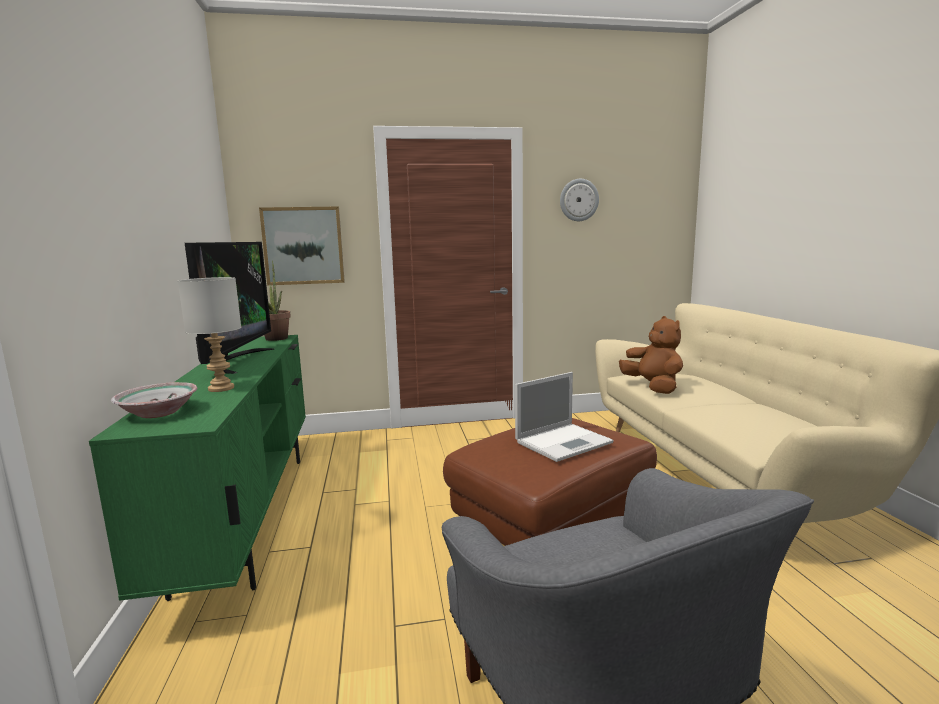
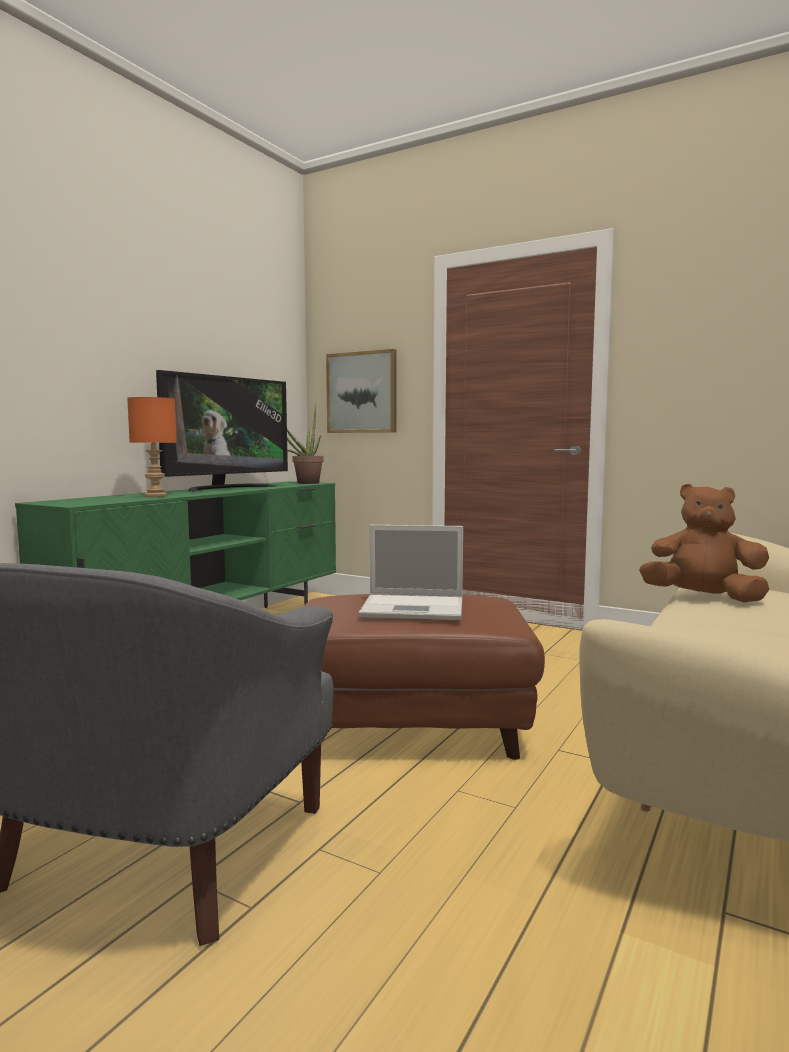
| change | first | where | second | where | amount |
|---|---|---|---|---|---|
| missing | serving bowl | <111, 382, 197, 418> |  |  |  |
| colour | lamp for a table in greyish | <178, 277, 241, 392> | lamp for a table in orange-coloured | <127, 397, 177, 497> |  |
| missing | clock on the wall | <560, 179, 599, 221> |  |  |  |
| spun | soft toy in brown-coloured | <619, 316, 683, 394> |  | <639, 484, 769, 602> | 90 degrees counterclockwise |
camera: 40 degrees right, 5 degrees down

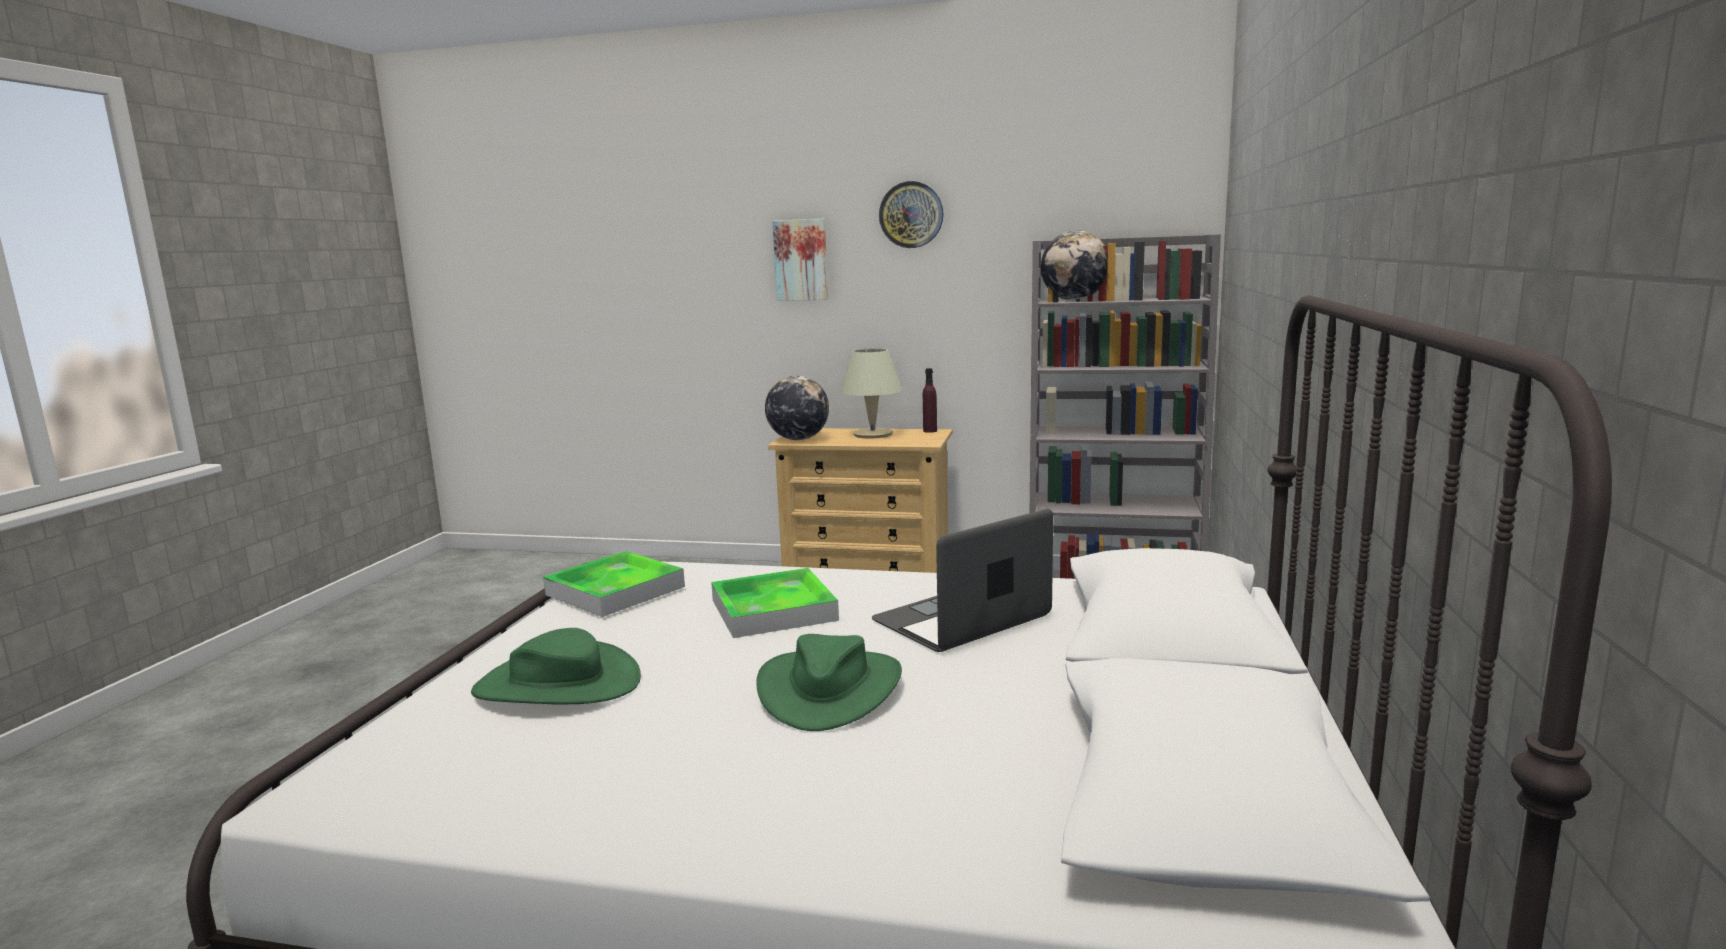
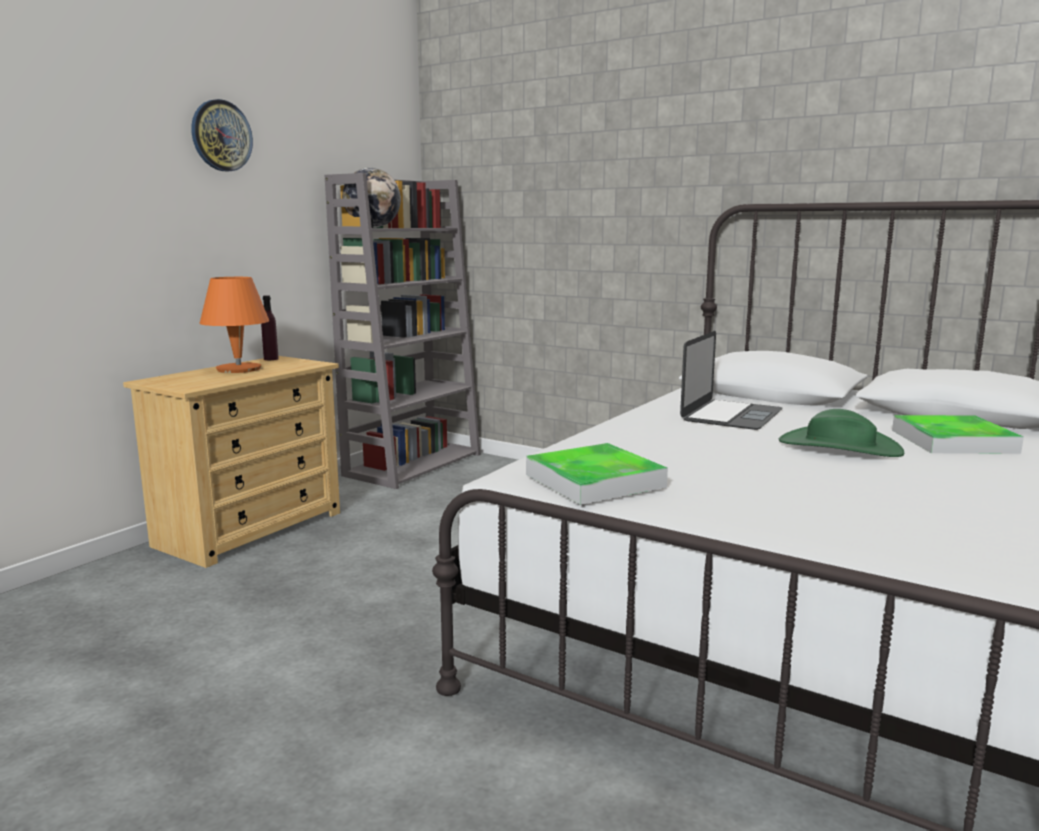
| change | first | where | second | where | amount |
|---|---|---|---|---|---|
| missing | hat in green | <471, 628, 641, 704> |  |  |  |
| relocated | carrying tray | <711, 568, 839, 638> |  | <892, 415, 1024, 454> |  |
| missing | world globe | <765, 376, 829, 440> |  |  |  |
| missing | wall art | <772, 219, 828, 301> |  |  |  |
| colour | lamp for a table in sand-coloured | <841, 348, 902, 438> | lamp for a table in orange-coloured | <200, 277, 269, 373> |  |
| spun | portable computer | <872, 509, 1053, 652> |  | <680, 331, 782, 430> | 135 degrees counterclockwise |
camera: 70 degrees left, 0 degrees up

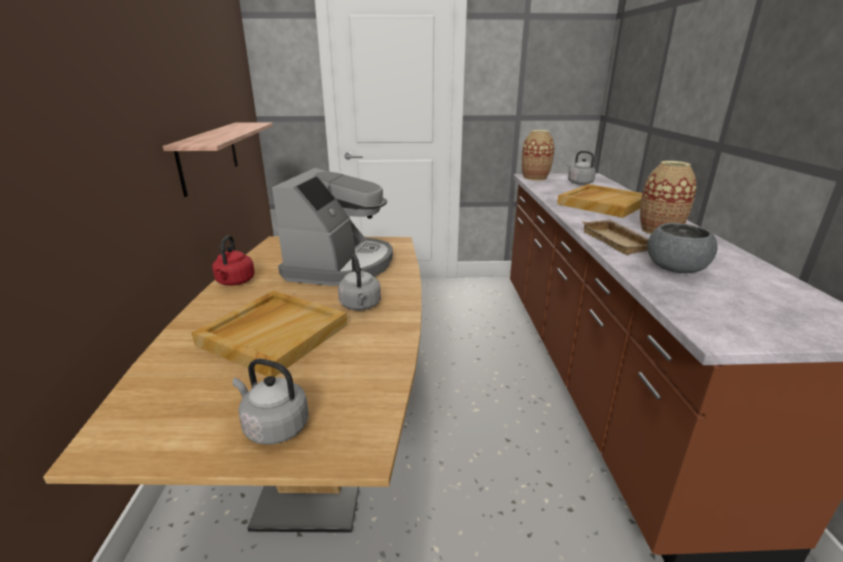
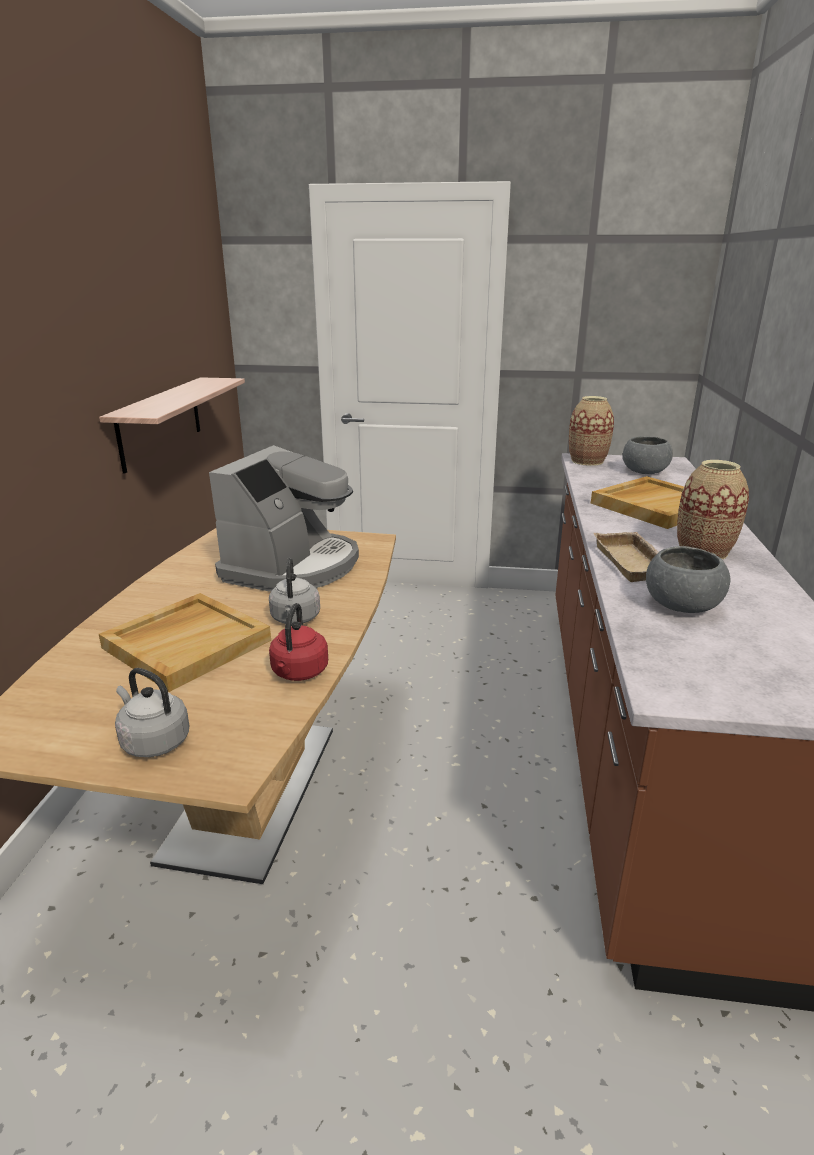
| change | first | where | second | where | amount |
|---|---|---|---|---|---|
| relocated | kettle in red | <212, 235, 255, 286> |  | <269, 603, 328, 681> |  |
| exchanged | kettle in greyish | <566, 151, 596, 185> | serving bowl in greyish | <623, 436, 673, 474> |  |
camera: 10 degrees right, 0 degrees up

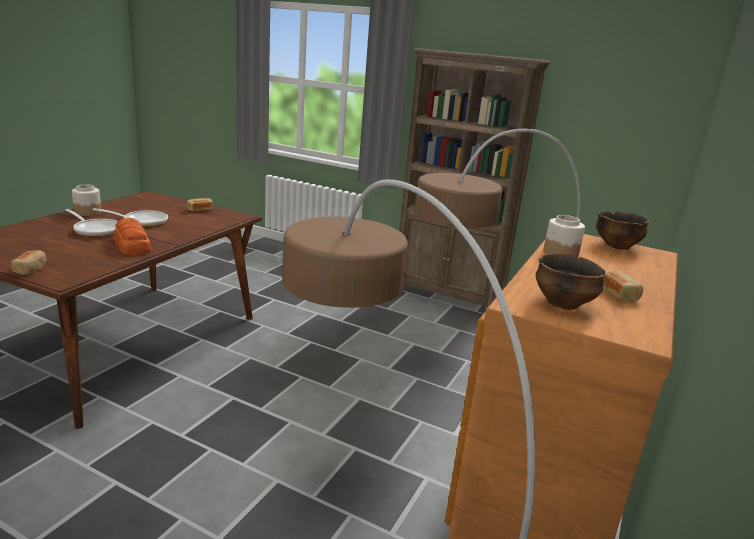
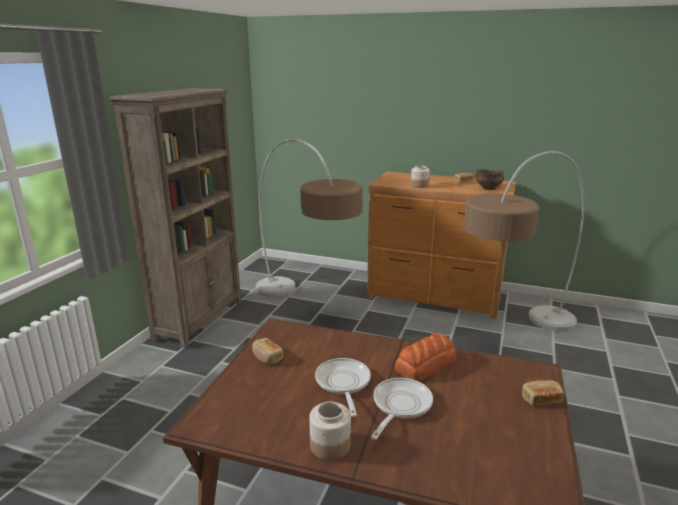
| change | first | where | second | where | amount |
|---|---|---|---|---|---|
| missing | serving bowl | <596, 211, 649, 250> |  |  |  |
camera: 95 degrees left, 0 degrees up

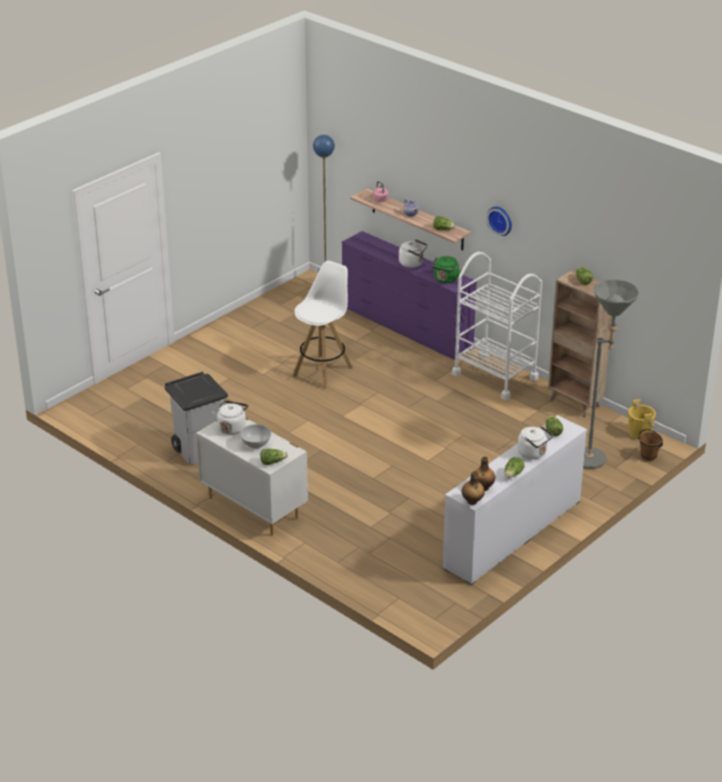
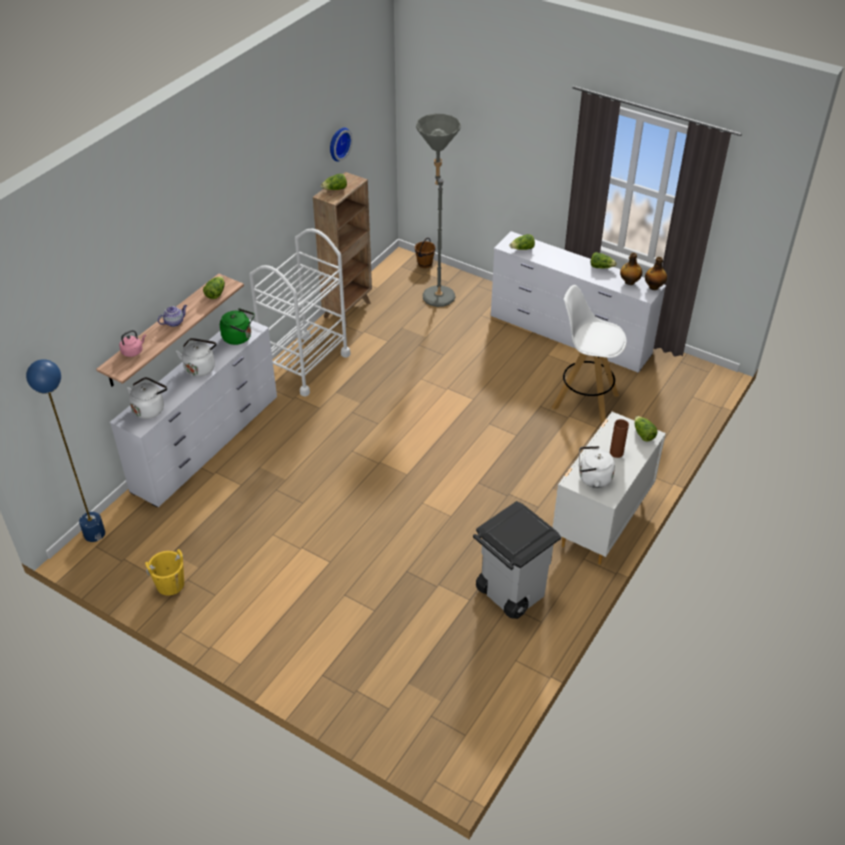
| change | first | where | second | where | amount |
|---|---|---|---|---|---|
| exchanged | serving bowl in white | <240, 424, 271, 449> | vase in brown-coloured | <610, 419, 629, 458> |  |
| relocated | stool in white | <292, 261, 353, 389> |  | <552, 285, 627, 423> |  |
| colour | dresser in purple | <342, 231, 477, 360> | dresser in white | <110, 319, 277, 507> |  |
| relocated | clock on the wall | <486, 207, 512, 236> |  | <330, 128, 353, 162> |  |
| relocated | kettle in white | <517, 426, 553, 459> |  | <127, 377, 167, 419> |  |
| relocated | bucket in yellow-coloured | <628, 399, 656, 439> |  | <145, 549, 184, 596> |  |
camera: 100 degrees left, 10 degrees up

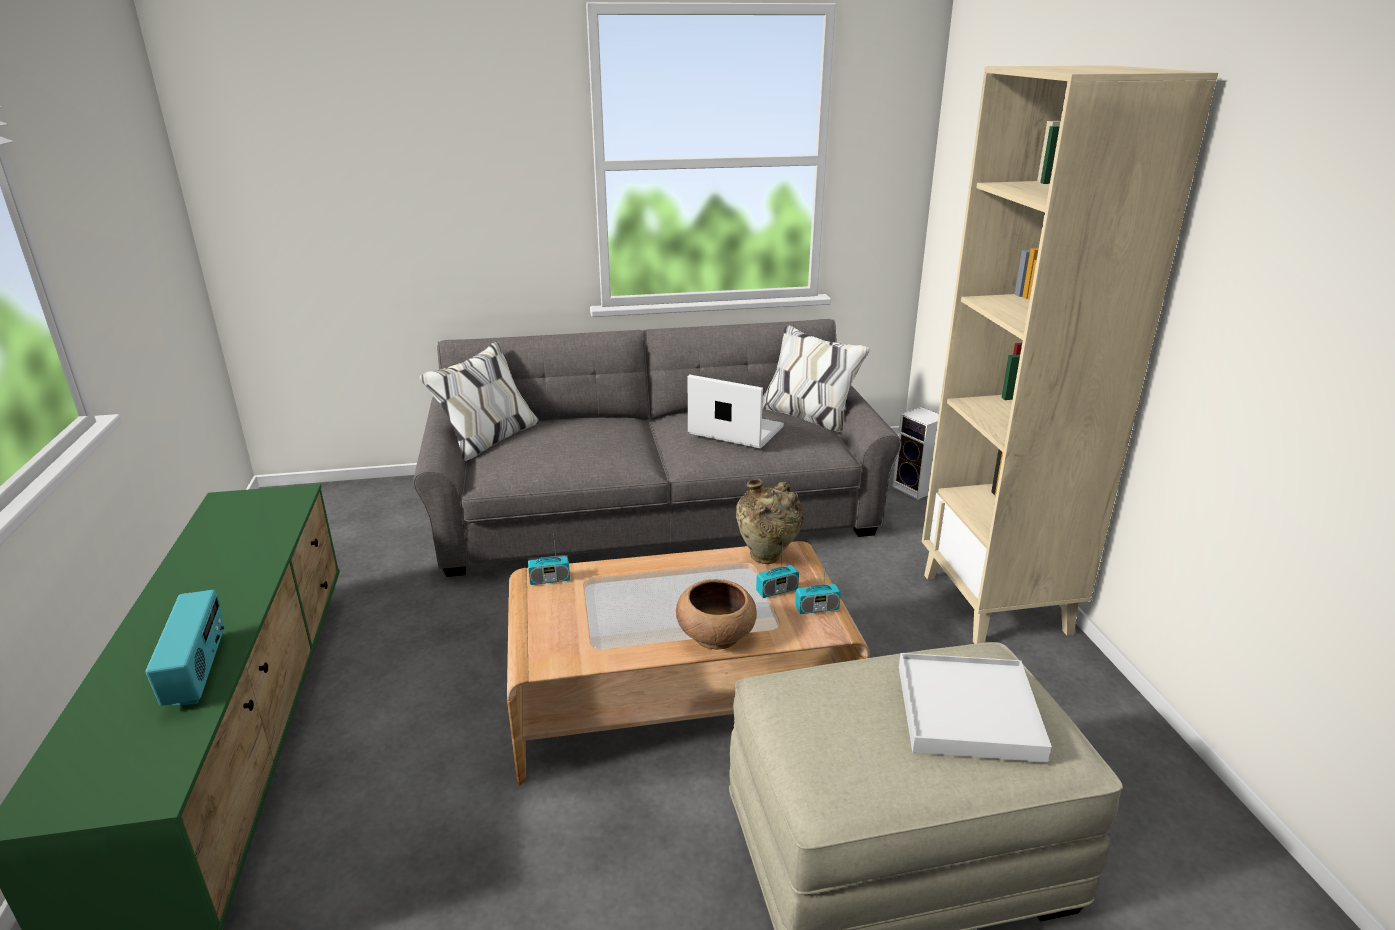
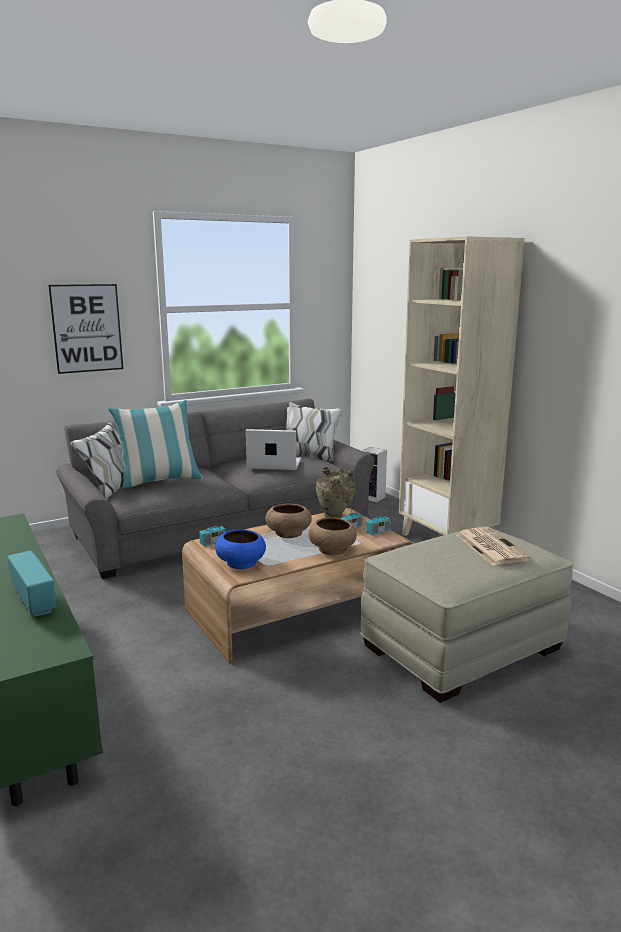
| change | first | where | second | where | amount |
|---|---|---|---|---|---|
| exchanged | carrying tray in white | <899, 653, 1052, 762> | daily paper | <457, 527, 531, 565> |  |
| appeared |  |  | wall art | <48, 284, 123, 374> |  |
| appeared |  |  | pillow | <108, 400, 203, 488> |  |
| appeared |  |  | serving bowl in bluish | <215, 529, 266, 569> |  |
| appeared |  |  | serving bowl in brown-coloured | <265, 504, 312, 538> |  |
camera: 20 degrees left, 10 degrees down

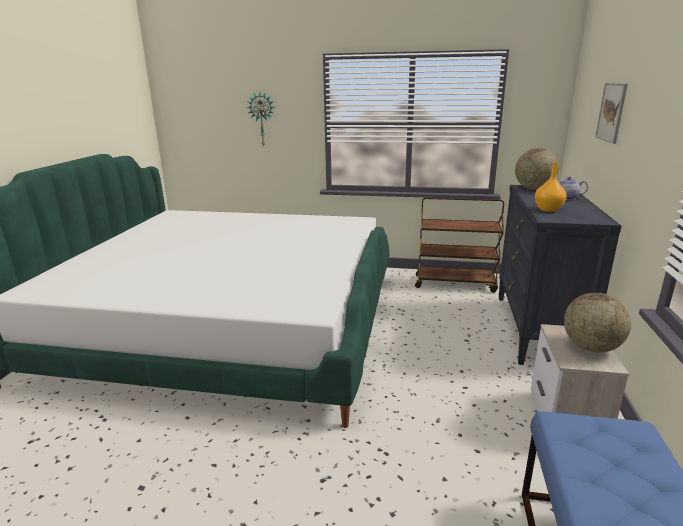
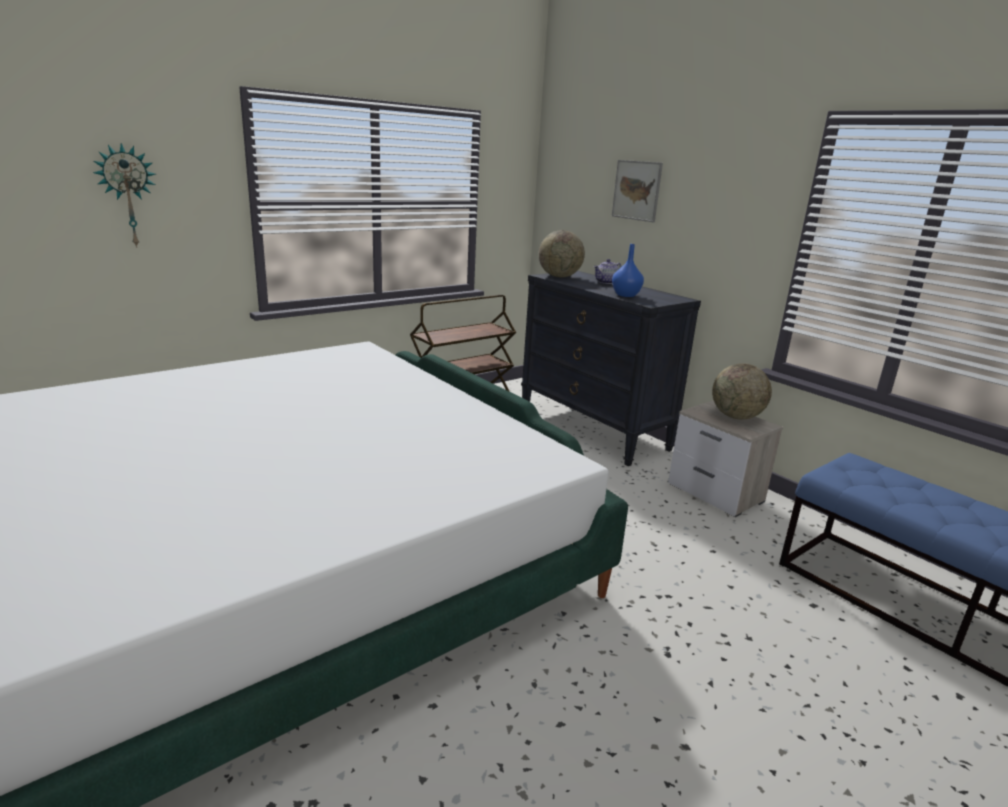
| change | first | where | second | where | amount |
|---|---|---|---|---|---|
| colour | vase in orange-coloured | <535, 162, 567, 212> | vase in bluish | <612, 244, 644, 297> |  |
camera: 50 degrees left, 0 degrees up

